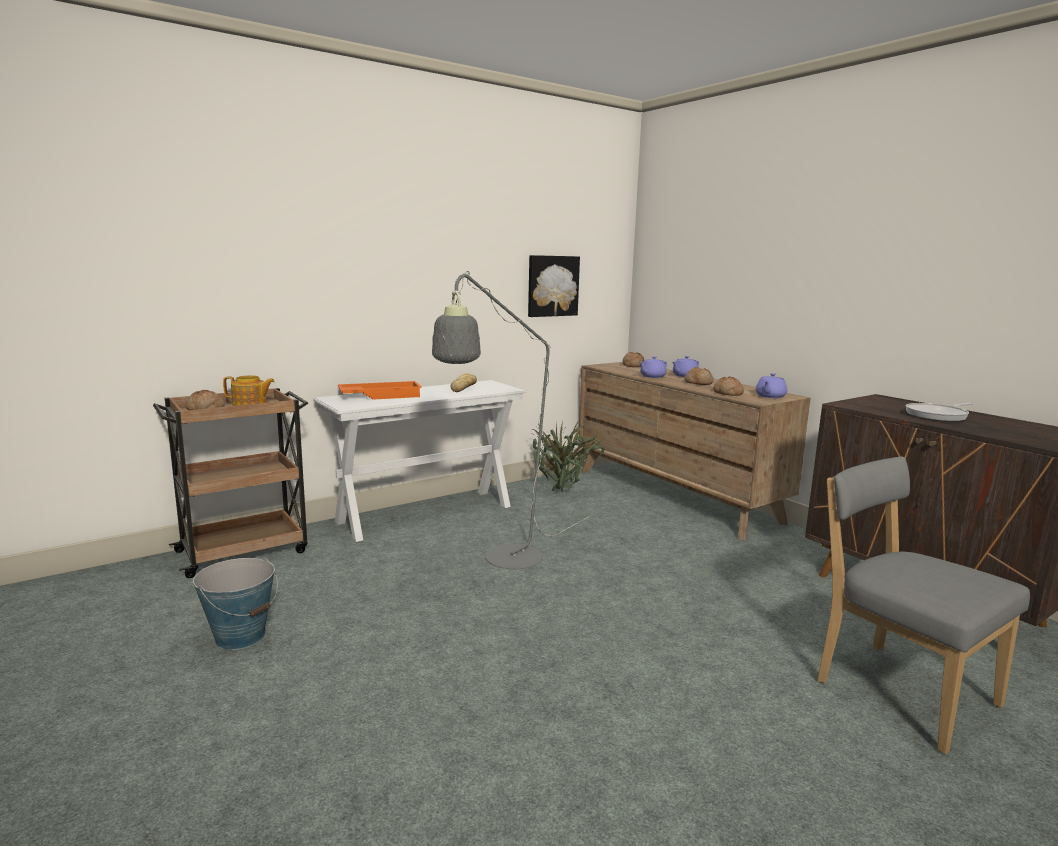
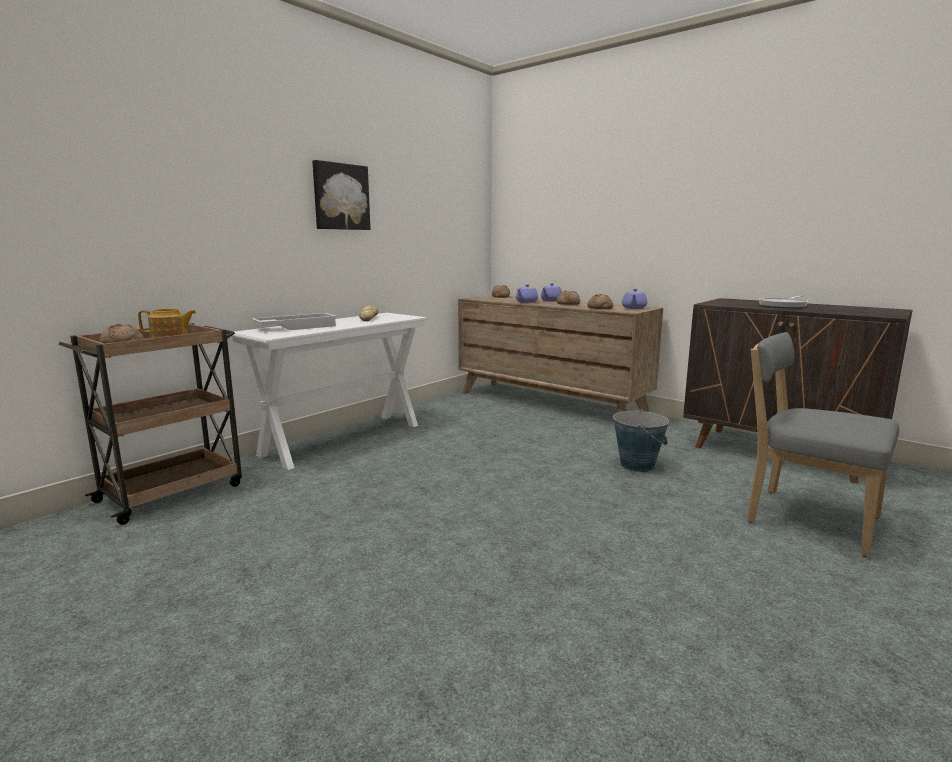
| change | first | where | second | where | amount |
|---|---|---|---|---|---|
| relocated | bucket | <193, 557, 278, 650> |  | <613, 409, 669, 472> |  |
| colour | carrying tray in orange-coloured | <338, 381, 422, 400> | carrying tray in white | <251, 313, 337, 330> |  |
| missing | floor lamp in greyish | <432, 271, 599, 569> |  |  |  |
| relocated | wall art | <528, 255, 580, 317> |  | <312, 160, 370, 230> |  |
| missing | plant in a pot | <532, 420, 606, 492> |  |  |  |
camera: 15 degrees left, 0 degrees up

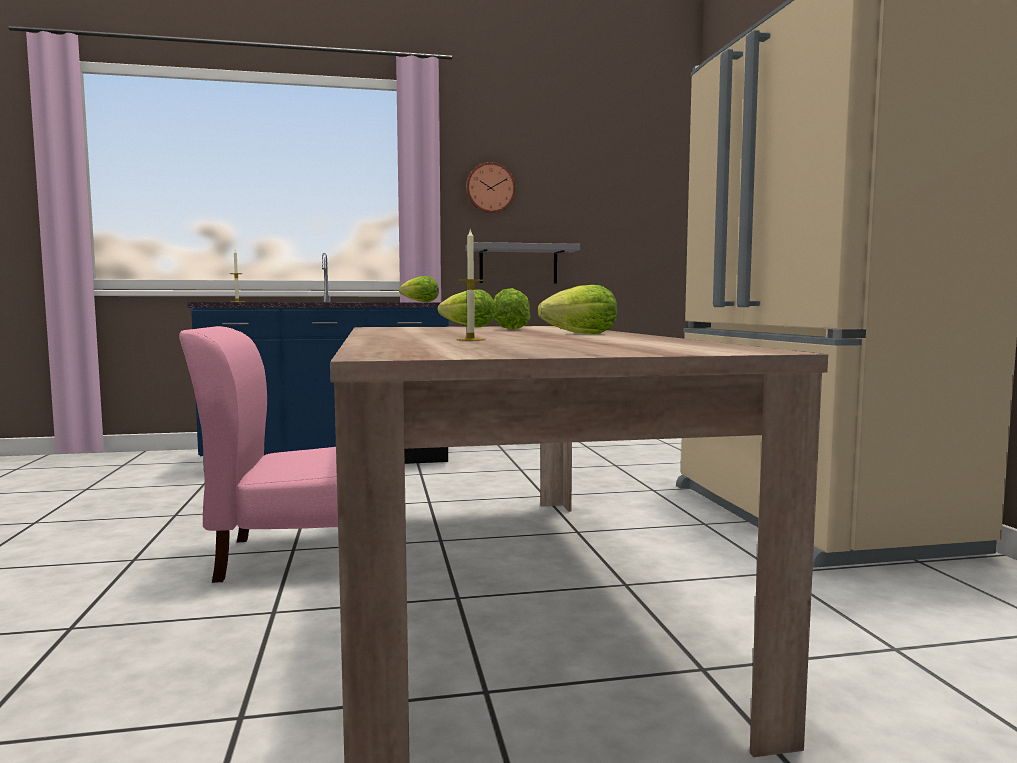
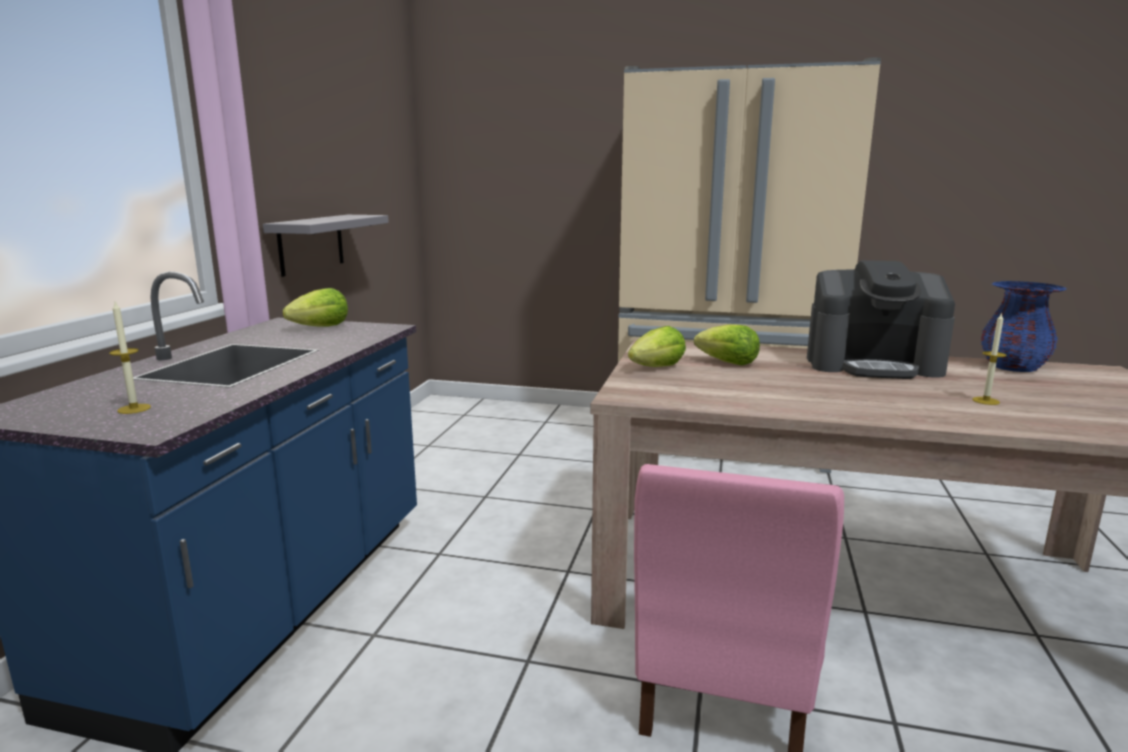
| change | first | where | second | where | amount |
|---|---|---|---|---|---|
| missing | clock on the wall | <466, 162, 515, 214> |  |  |  |
| exchanged | lettuce head | <538, 285, 617, 334> | coffee brewer | <807, 260, 955, 379> |  |
| appeared |  |  | vase in bluish | <981, 281, 1066, 372> |  |
camera: 65 degrees left, 10 degrees up

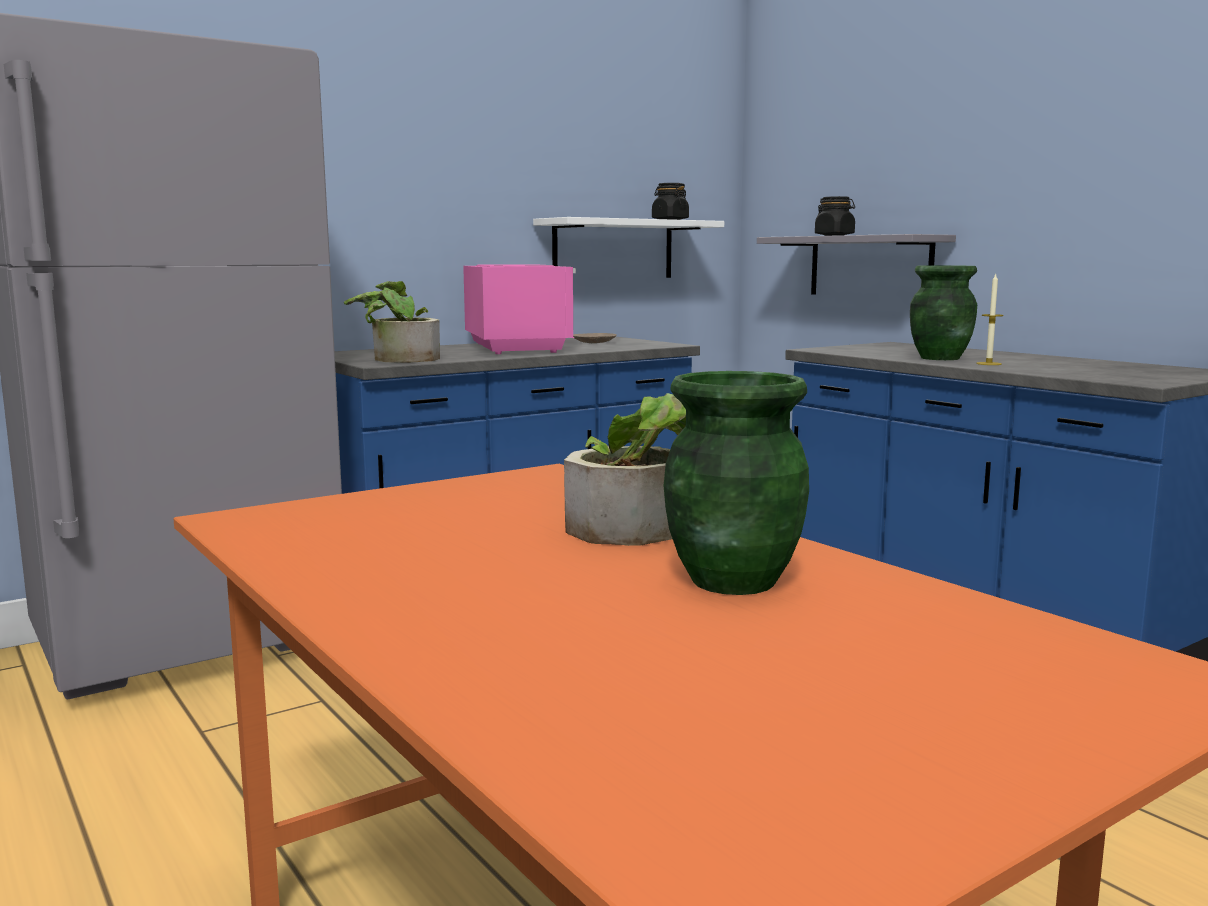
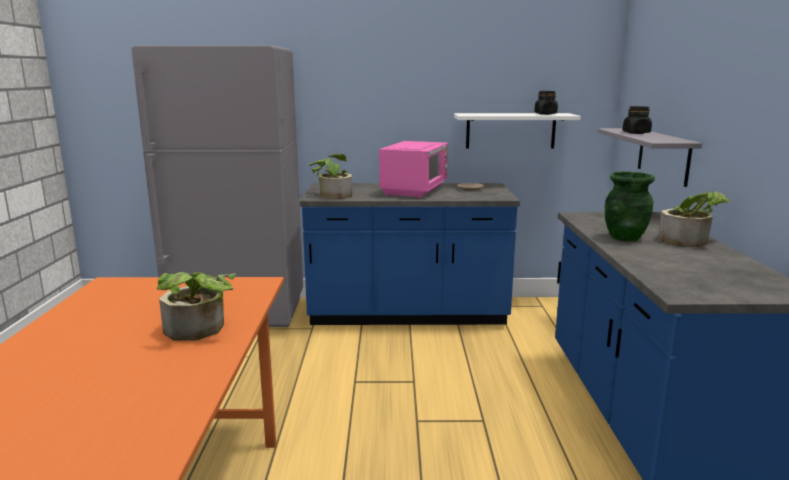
| change | first | where | second | where | amount |
|---|---|---|---|---|---|
| missing | vase in green | <664, 371, 809, 595> |  |  |  |
| missing | wax candle | <976, 274, 1004, 365> |  |  |  |
| appeared |  |  | plant in a pot | <658, 191, 730, 247> |  |
camera: 35 degrees right, 5 degrees up

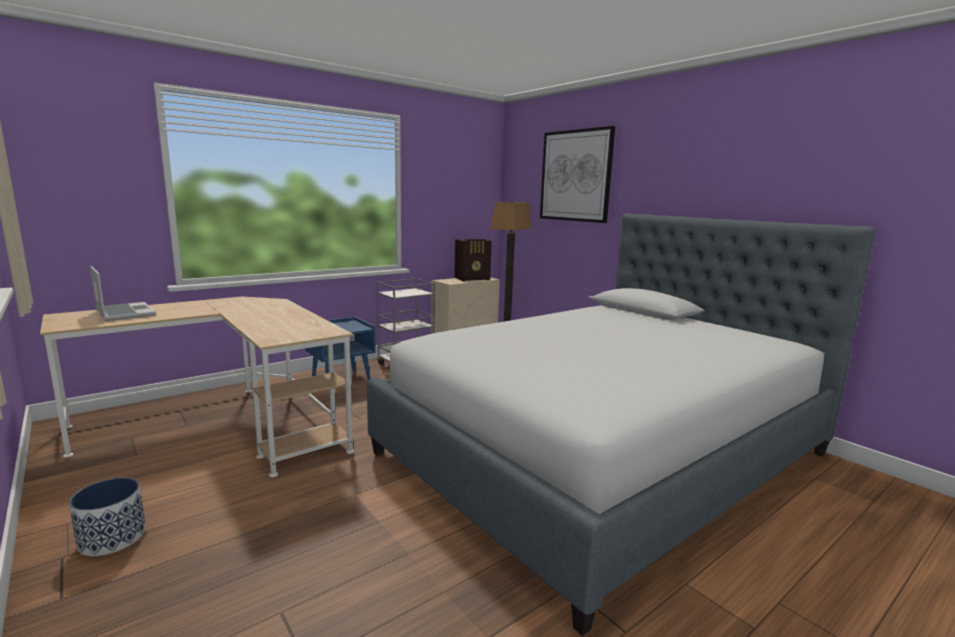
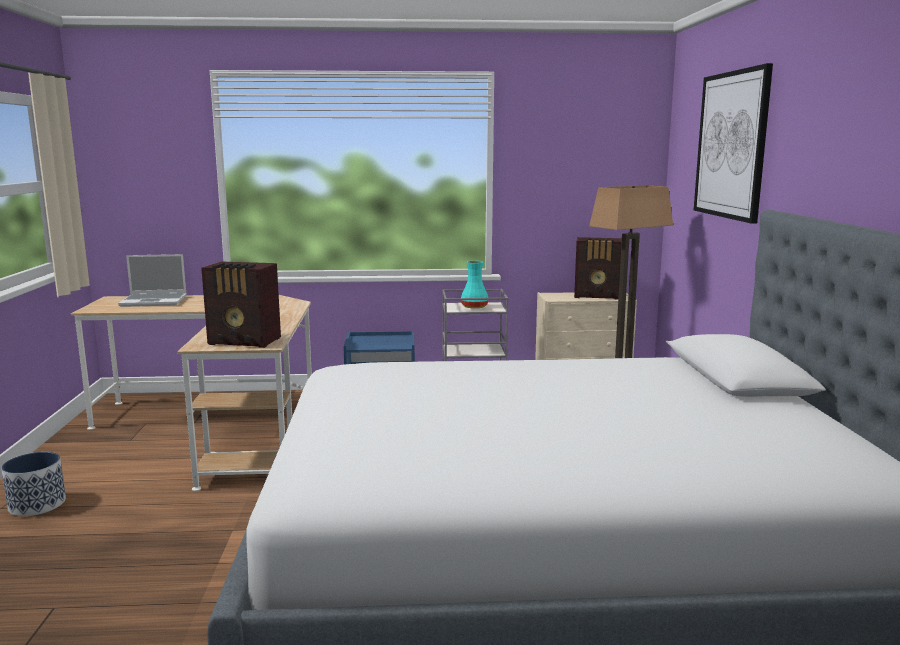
| change | first | where | second | where | amount |
|---|---|---|---|---|---|
| spun | portable computer | <90, 266, 156, 321> |  | <118, 254, 187, 307> | 90 degrees clockwise |
| appeared |  |  | radio receiver | <201, 262, 281, 348> |  |
| appeared |  |  | vase in turquoise-coloured | <461, 261, 489, 309> |  |
camera: 35 degrees right, 0 degrees up

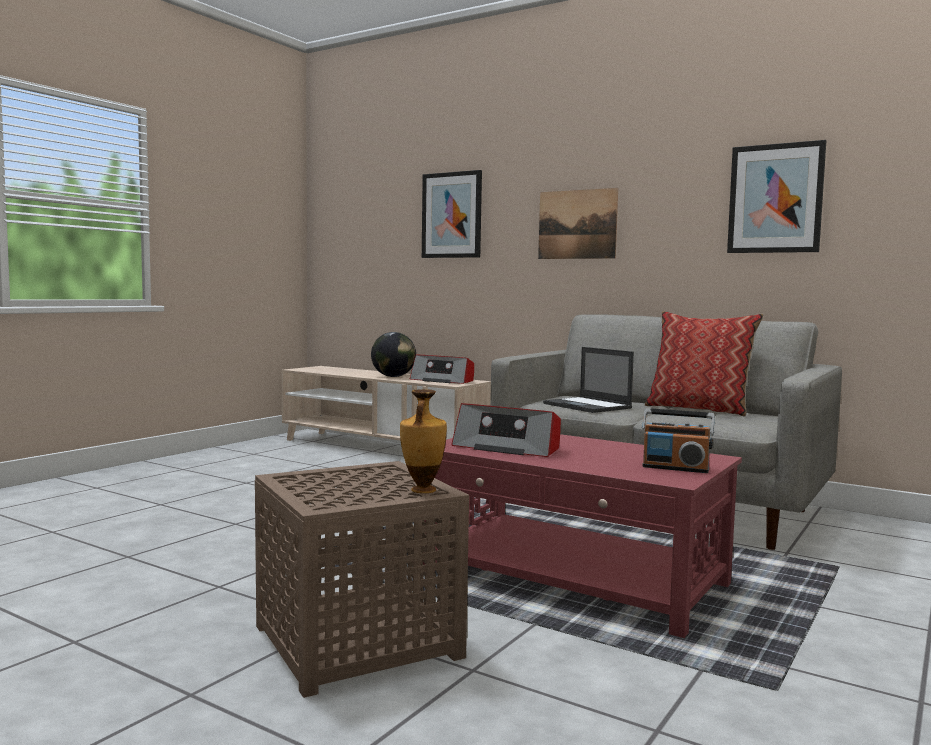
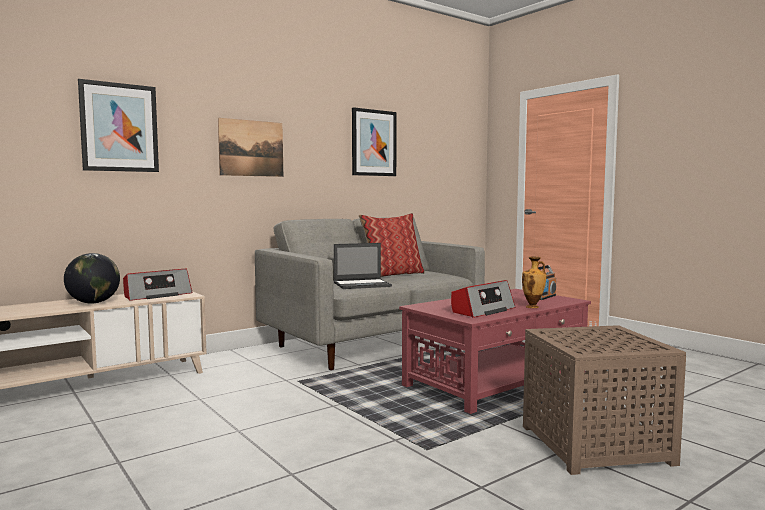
| change | first | where | second | where | amount |
|---|---|---|---|---|---|
| relocated | vase | <400, 389, 447, 493> |  | <522, 256, 546, 308> |  |
camera: 70 degrees left, 0 degrees up

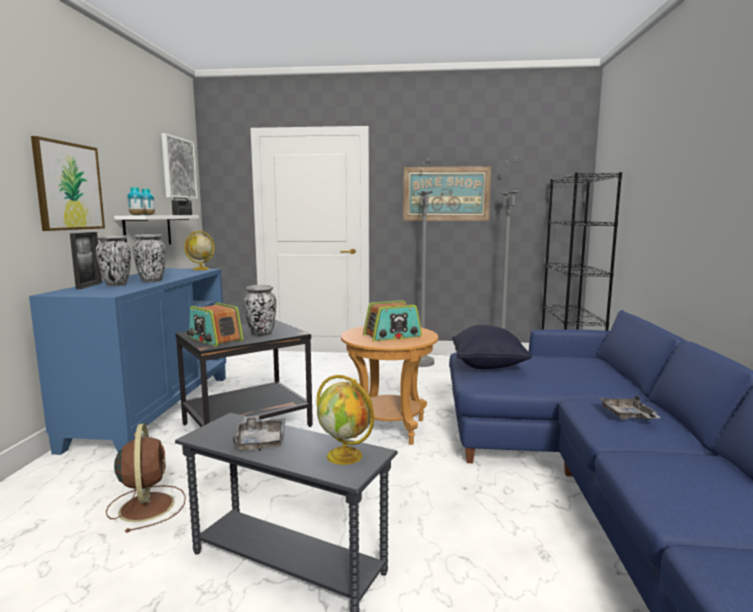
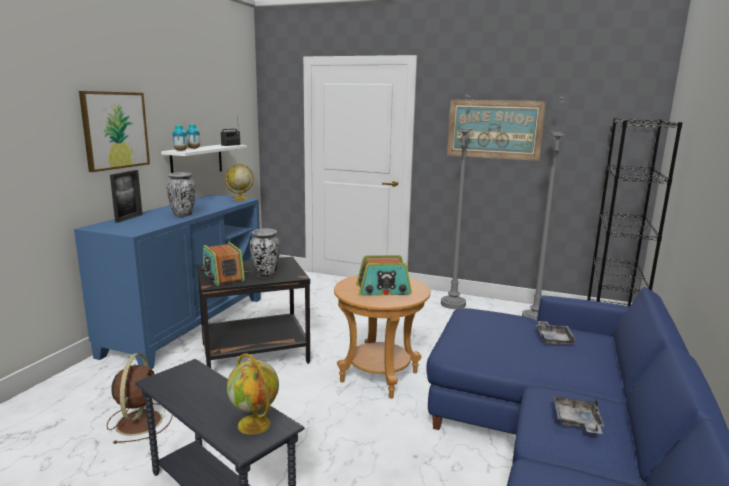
| change | first | where | second | where | amount |
|---|---|---|---|---|---|
| missing | vase | <96, 235, 131, 286> |  |  |  |
| missing | wall art | <161, 133, 198, 199> |  |  |  |
| relocated | carrying tray in greyish | <233, 416, 285, 451> |  | <536, 321, 577, 346> |  |
| missing | pillow in black | <452, 325, 532, 369> |  |  |  |
camera: 15 degrees right, 5 degrees up

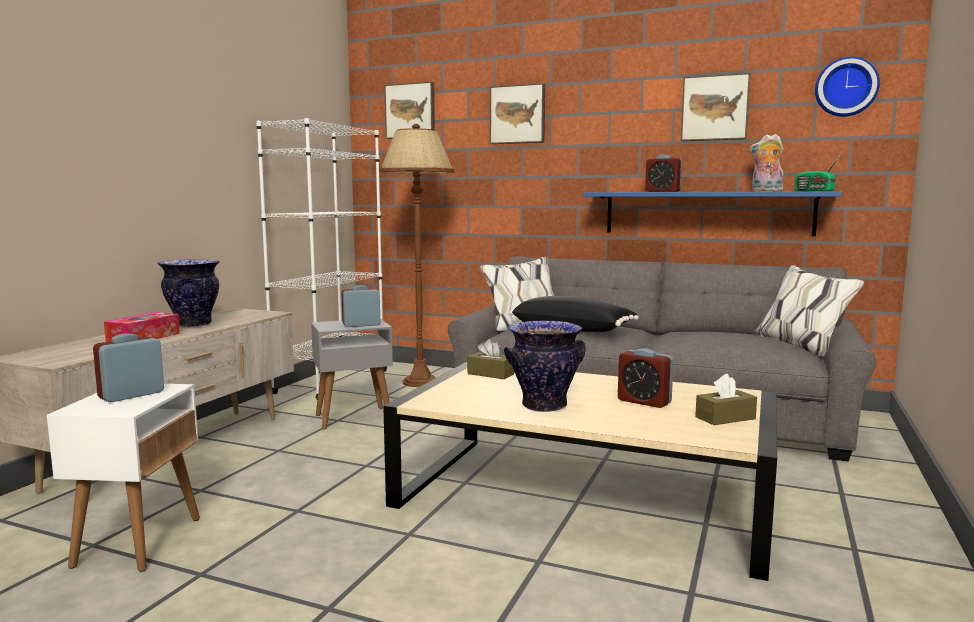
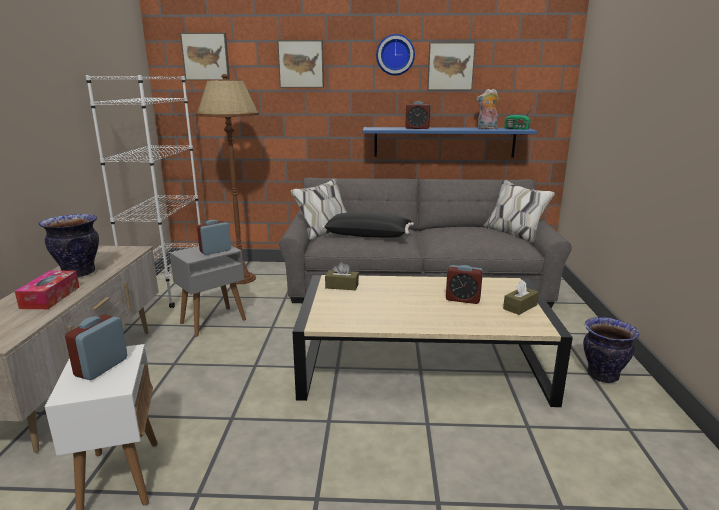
| change | first | where | second | where | amount |
|---|---|---|---|---|---|
| relocated | vase | <504, 321, 586, 412> |  | <583, 317, 639, 383> |  |
| relocated | clock on the wall | <815, 57, 880, 117> |  | <376, 34, 415, 75> |  |
camera: 20 degrees left, 10 degrees up

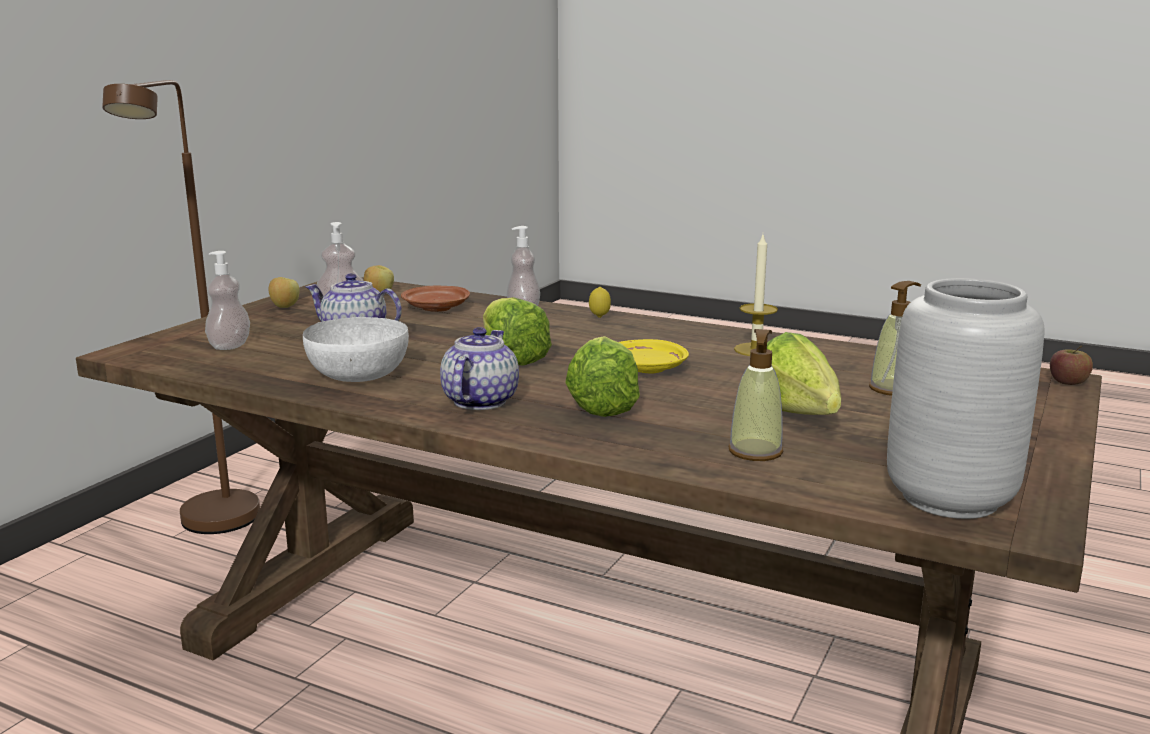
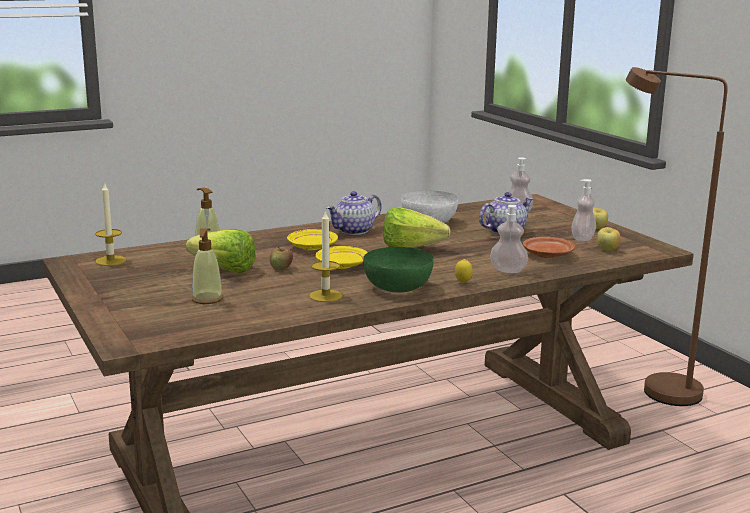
| change | first | where | second | where | amount |
|---|---|---|---|---|---|
| spun | tea pot | <440, 327, 519, 410> |  | <326, 191, 381, 235> | 90 degrees clockwise |
| exchanged | lettuce head | <566, 336, 640, 417> | dinner plate in yellow-coloured | <287, 229, 338, 250> |  |
| exchanged | vase in greyish | <887, 278, 1045, 519> | wax candle | <95, 182, 126, 266> |  |
| relocated | apple | <1050, 346, 1093, 385> |  | <270, 246, 293, 271> |  |
| appeared |  |  | serving bowl in green | <363, 247, 433, 292> |  |
camera: 125 degrees right, 0 degrees up

